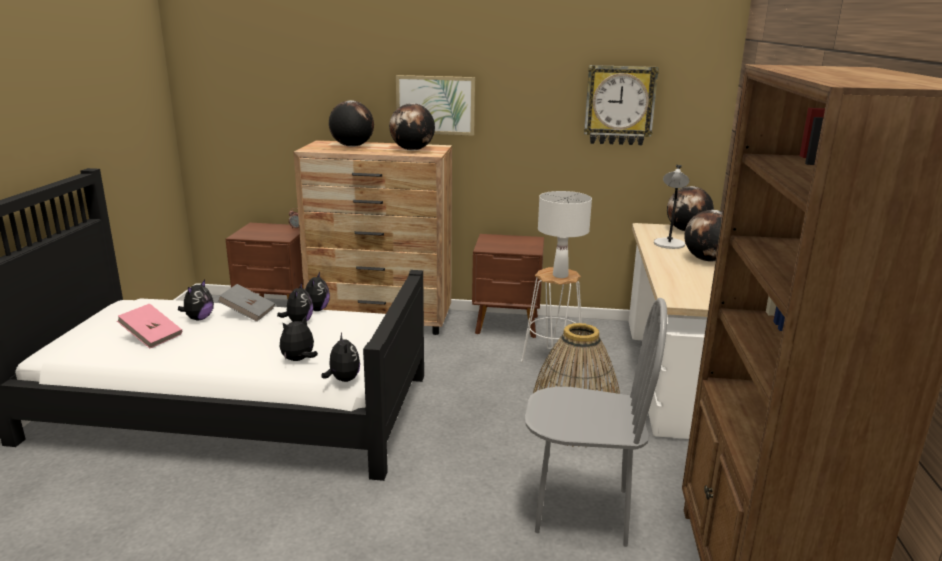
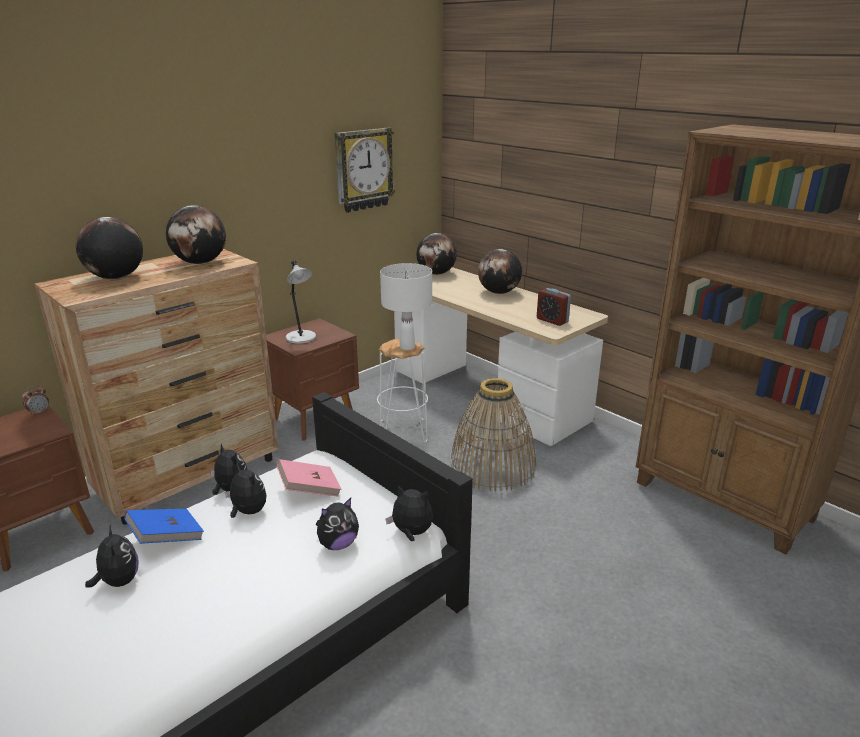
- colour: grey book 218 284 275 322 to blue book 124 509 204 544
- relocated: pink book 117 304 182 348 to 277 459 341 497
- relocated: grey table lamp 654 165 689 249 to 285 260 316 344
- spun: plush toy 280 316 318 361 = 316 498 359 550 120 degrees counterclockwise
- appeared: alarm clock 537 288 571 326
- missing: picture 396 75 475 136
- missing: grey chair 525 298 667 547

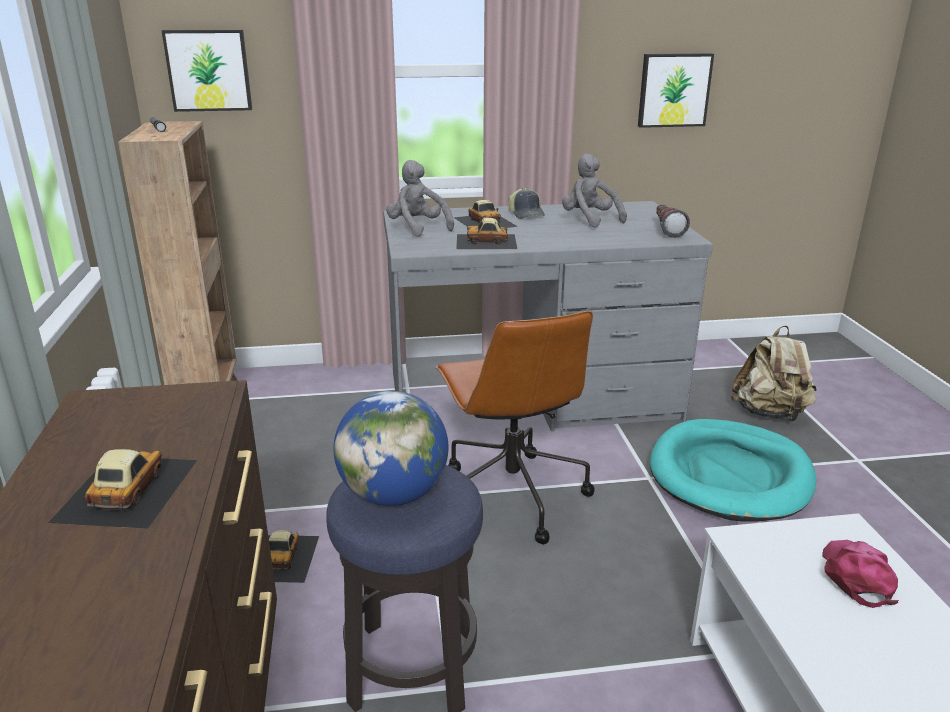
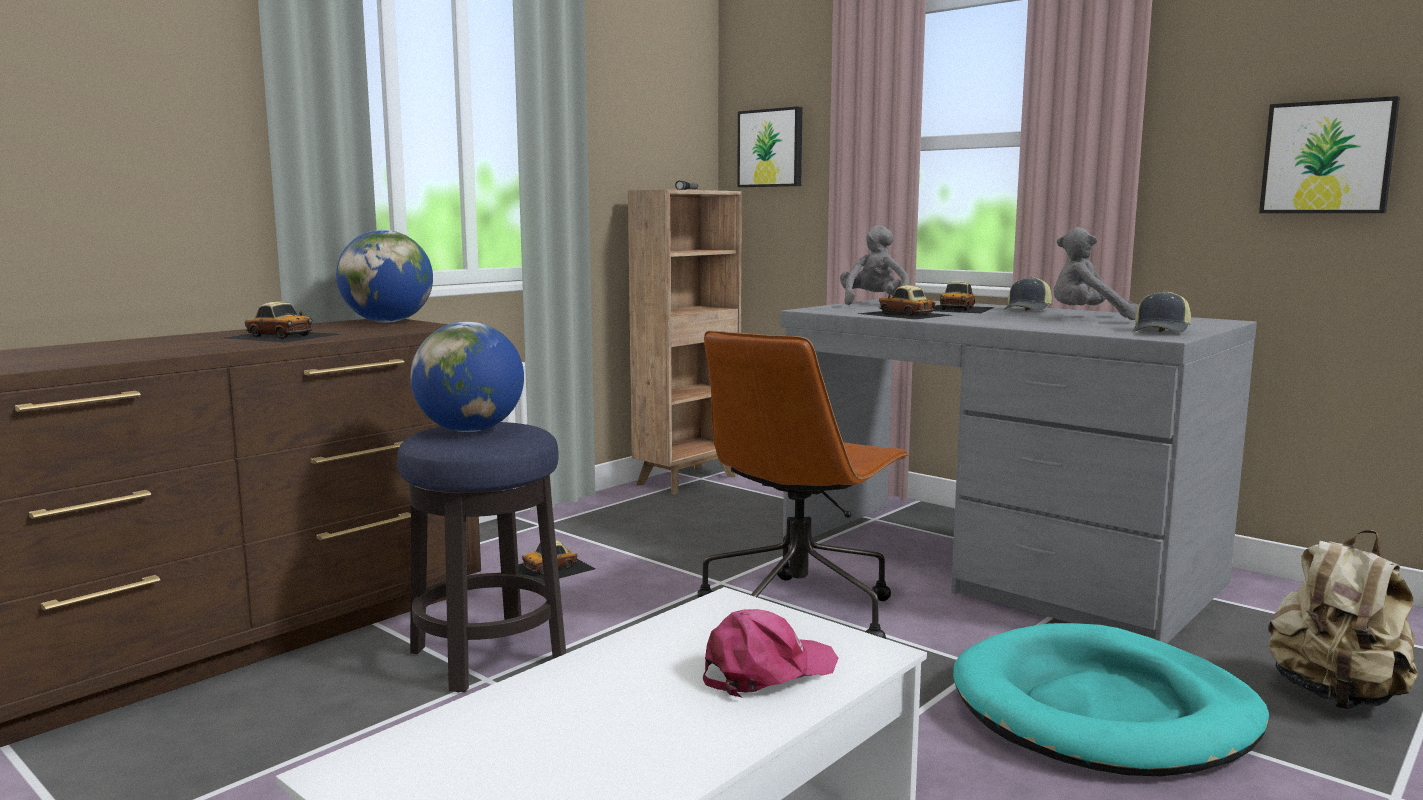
- spun: toy car 48 449 197 529 = 222 302 340 343 60 degrees clockwise
- appeared: globe 336 230 433 323
- spun: grey plush toy 562 154 627 228 = 1054 227 1138 320 90 degrees counterclockwise
- exchanged: flashlight 656 205 690 238 to cap 1133 290 1191 333

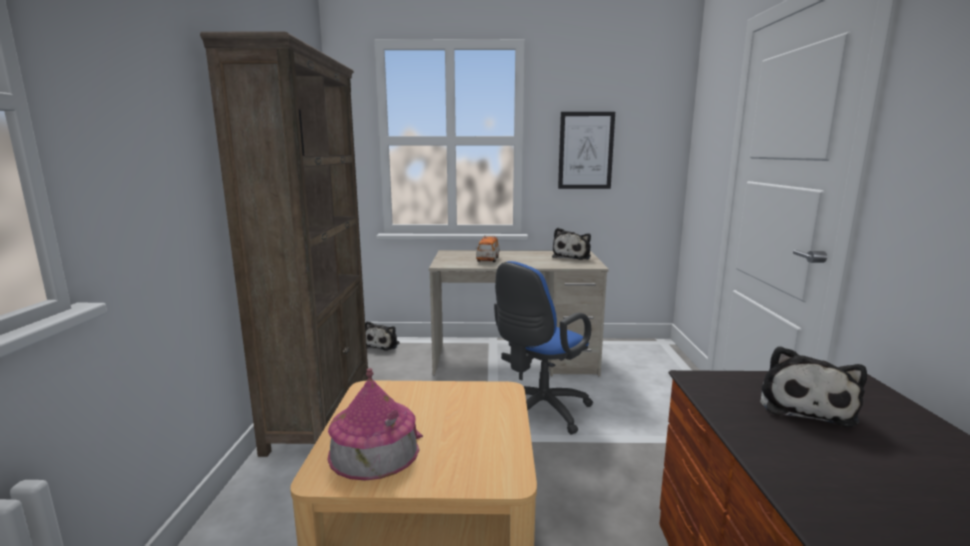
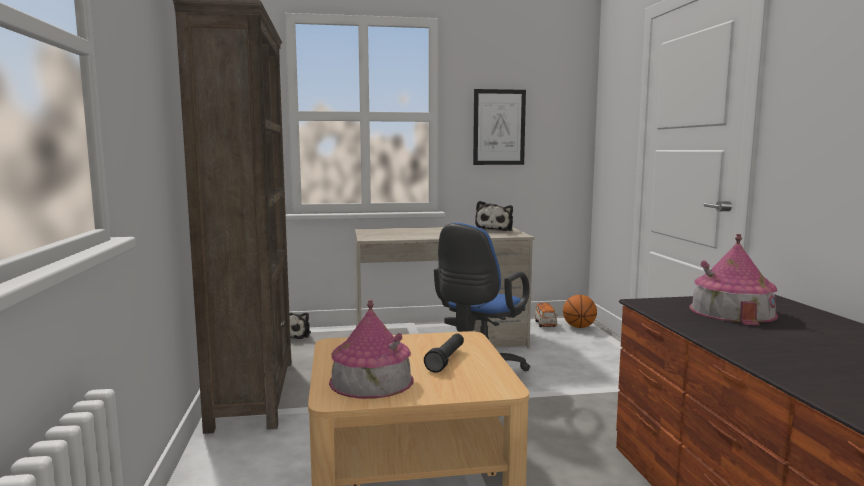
- appeared: black flashlight 424 334 464 373
- relocated: toy car 476 236 500 262 to 534 302 558 327
- appeared: basketball 563 295 597 328
- exchanged: plush toy 760 346 867 427 to toy house 689 234 778 325

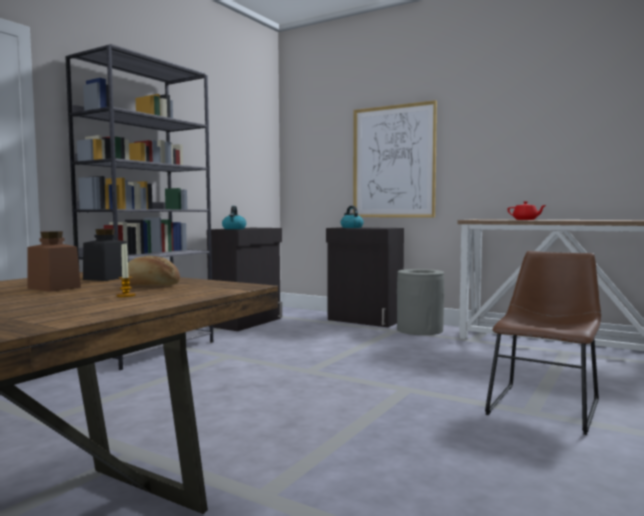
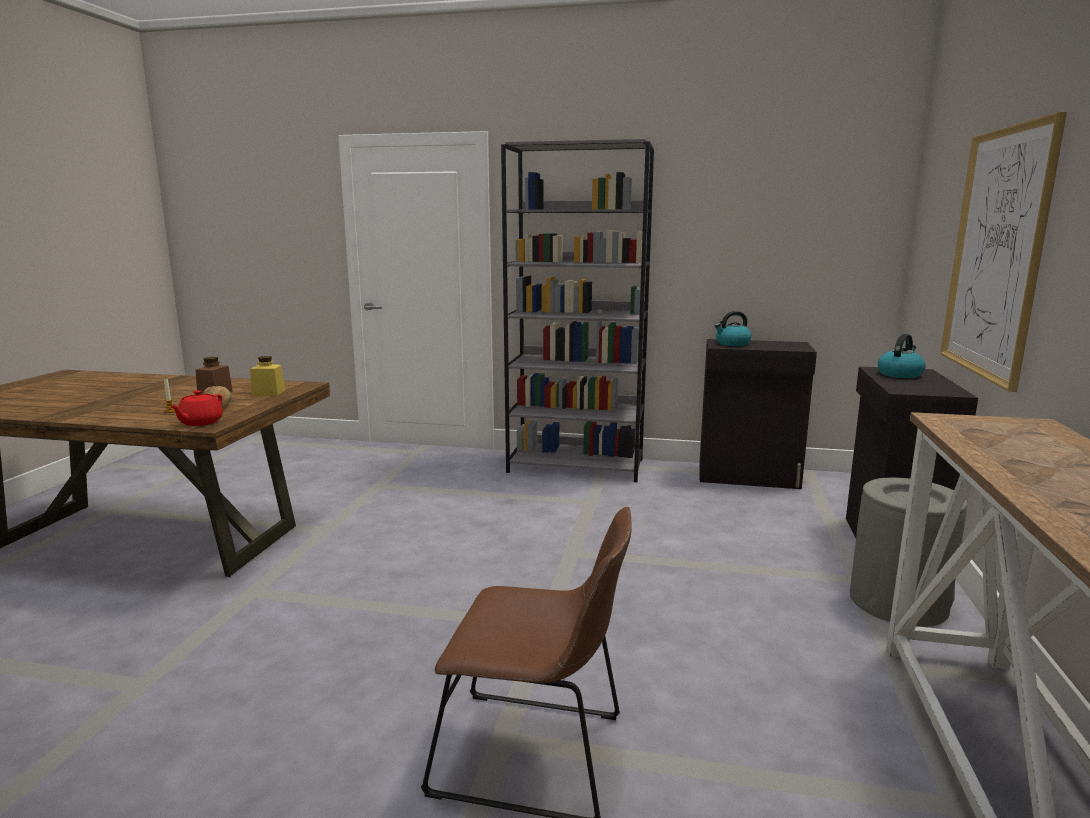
- relocated: red teapot 507 201 546 220 to 170 390 223 426
- colour: black jar 83 229 129 281 to yellow jar 250 356 285 396

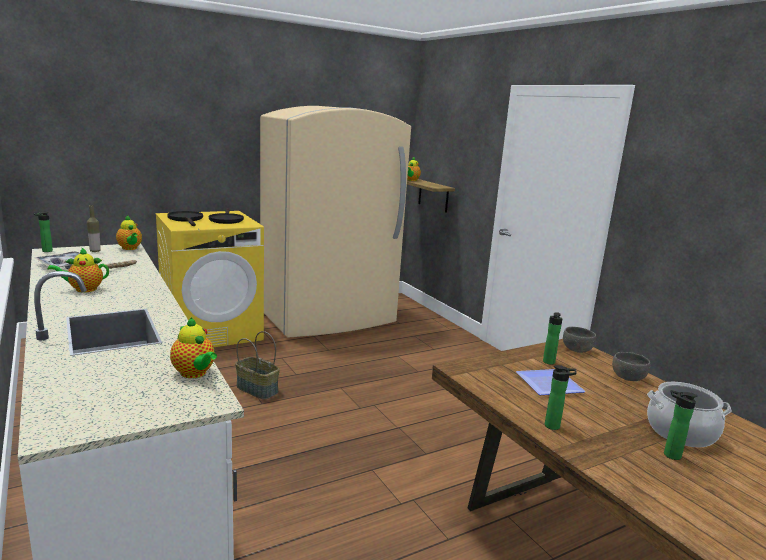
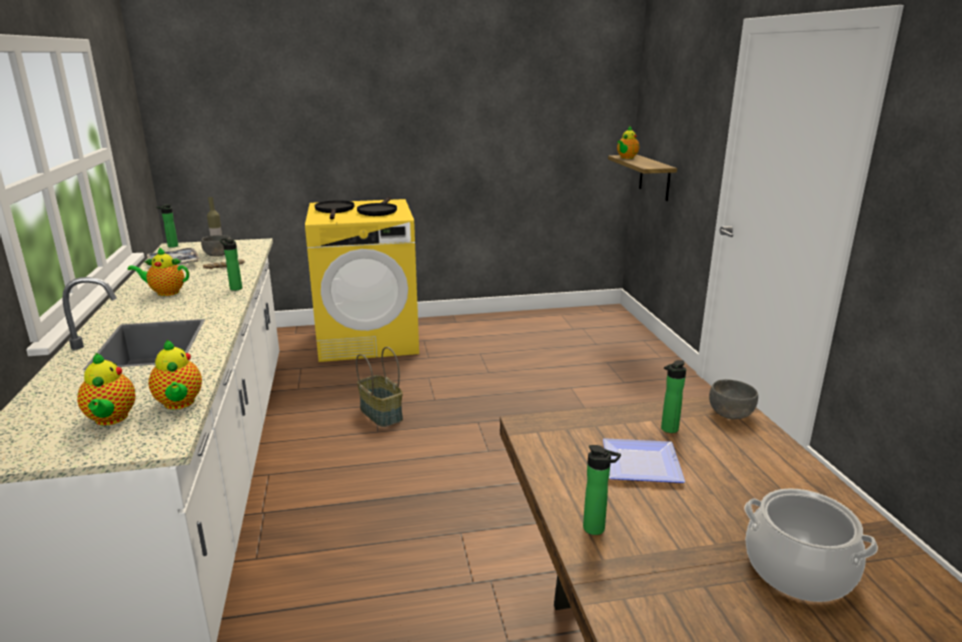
- relocated: teapot 116 215 142 250 to 77 353 135 426
- relocated: grey bowl 612 352 650 381 to 201 235 231 256
- relocated: bottle 664 390 698 460 to 220 238 242 291
- missing: beige fridge 260 106 411 338

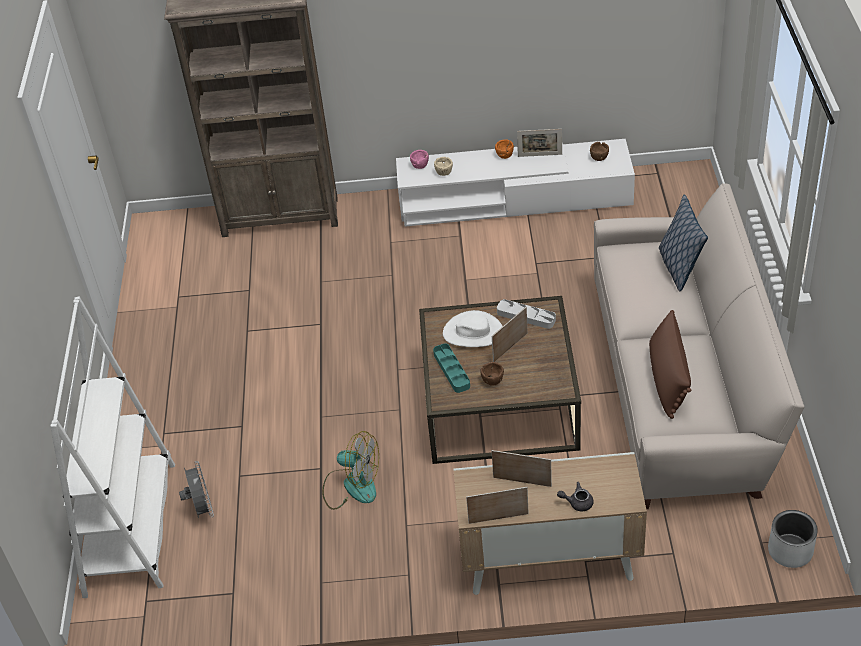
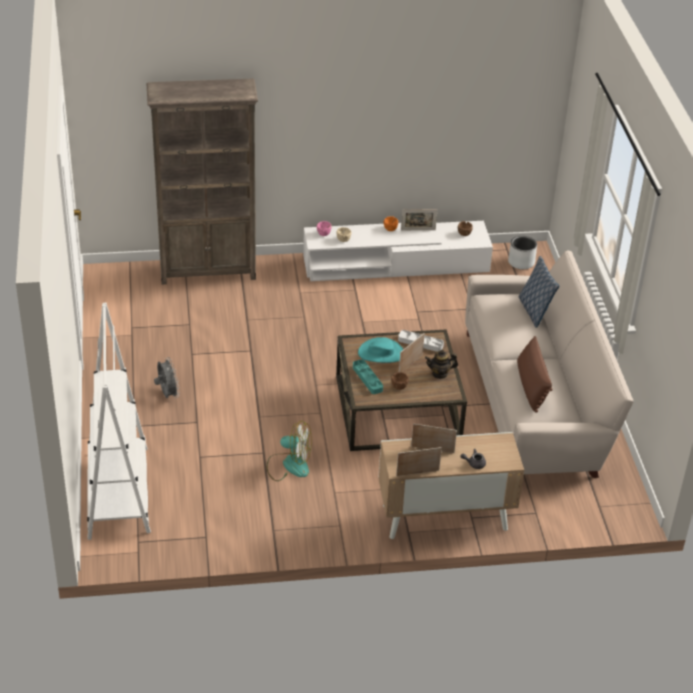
- relocated: grey fan 179 461 214 518 to 154 357 180 399
- colour: white hat 443 310 503 347 to turquoise hat 358 337 403 363
- appeared: teapot 425 350 458 379
- relocated: grey planter 768 510 818 568 to 508 236 537 269

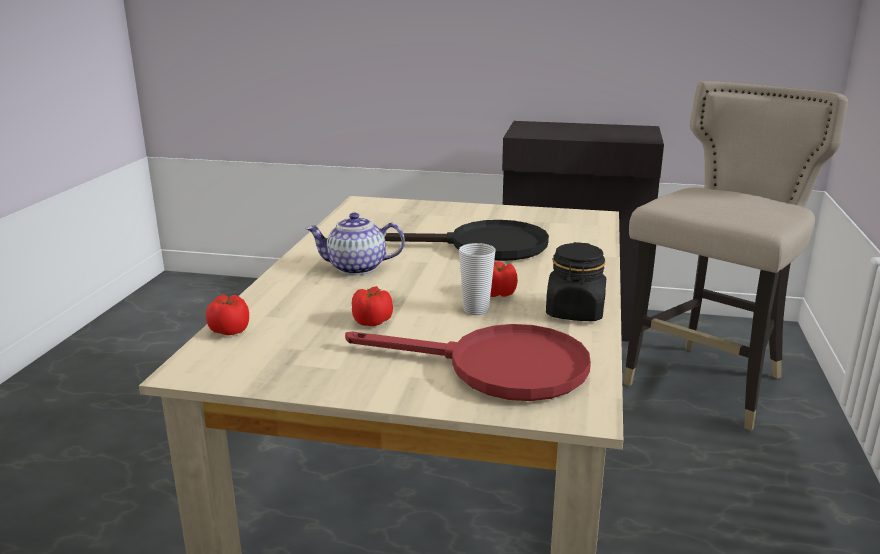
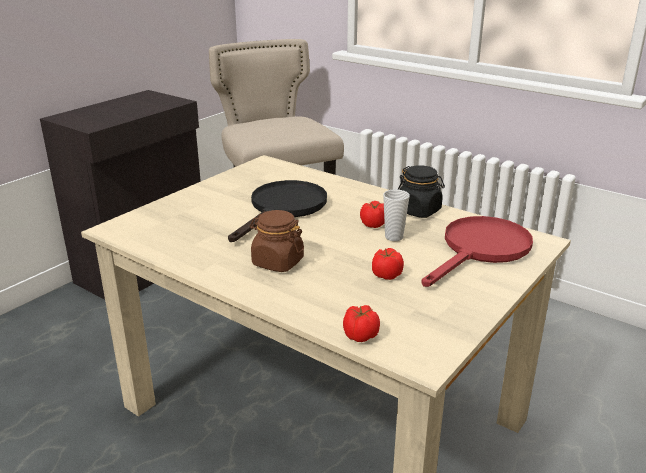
- exchanged: teapot 306 213 405 275 to brown jar 250 210 304 272

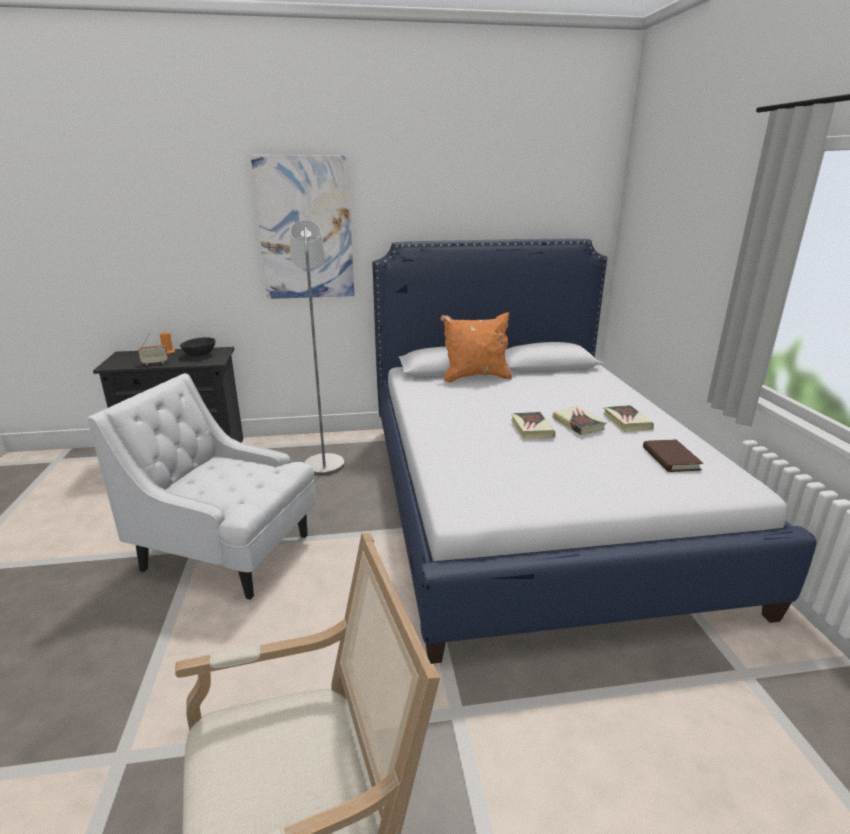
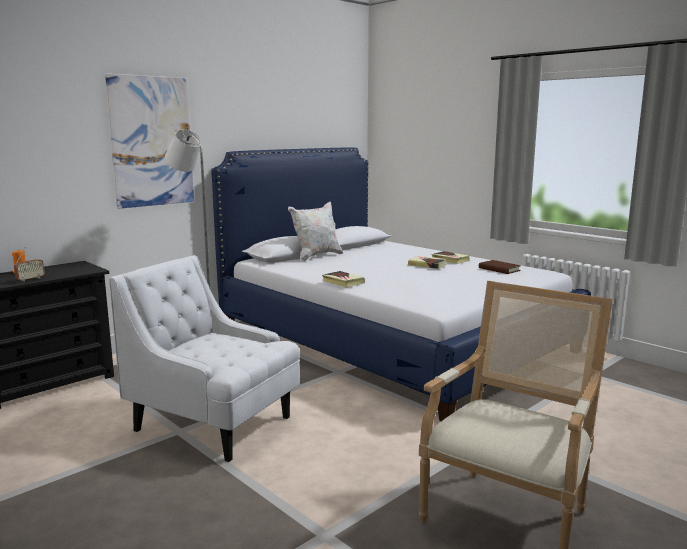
- spun: white armchair 87 373 316 600 = 109 255 300 462 45 degrees clockwise
- colour: orange pillow 441 312 512 383 to white pillow 288 202 343 261
- relocated: book 511 412 555 439 to 322 271 365 287
- missing: black bowl 180 337 215 357

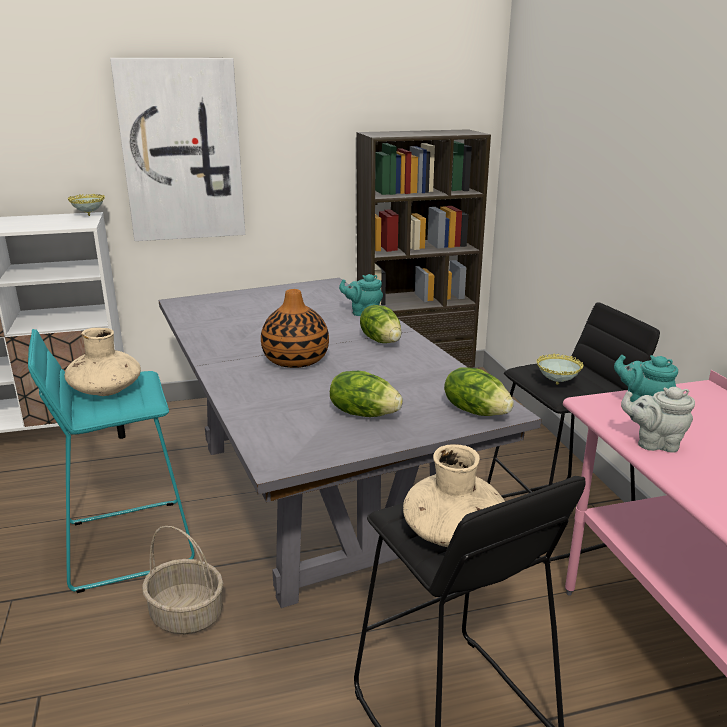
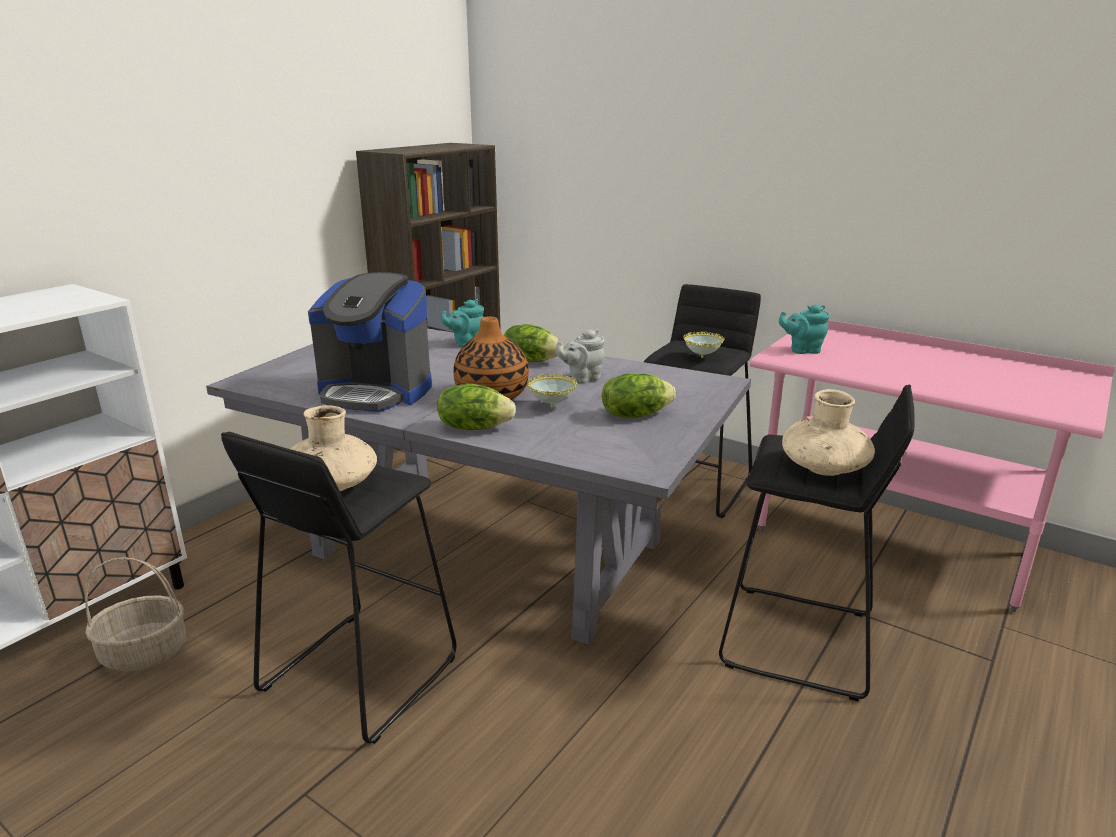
- relocated: basket 142 526 223 635 to 84 557 186 672
- colour: turquoise stool 28 329 195 593 to black stool 221 432 456 744
- appeared: coffee machine 308 272 432 412
- relocated: lettuce 444 367 514 416 to 437 384 516 430
- relocated: bowl 68 194 105 216 to 528 374 577 408
- relocated: grey teapot 621 387 695 453 to 556 329 605 384
- missing: picture 110 58 245 241

